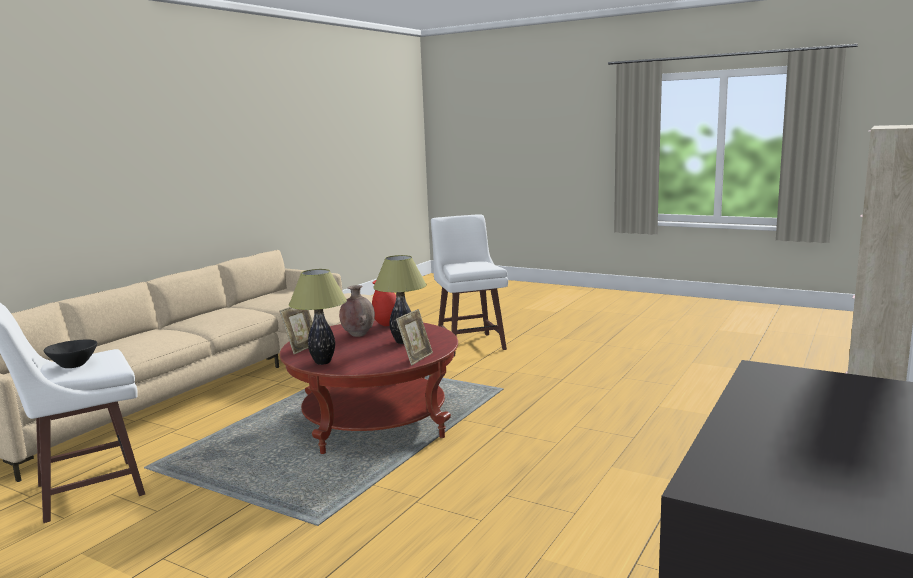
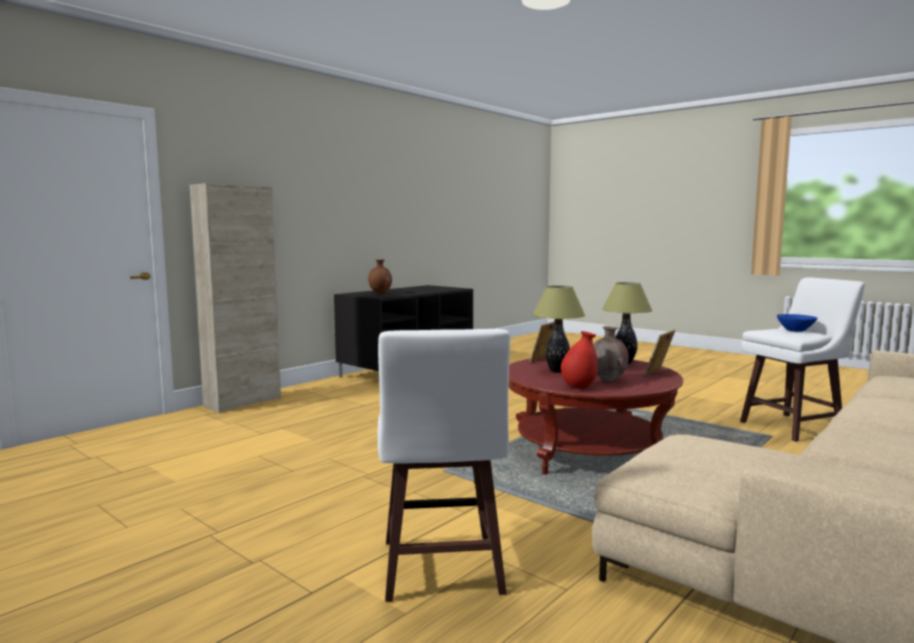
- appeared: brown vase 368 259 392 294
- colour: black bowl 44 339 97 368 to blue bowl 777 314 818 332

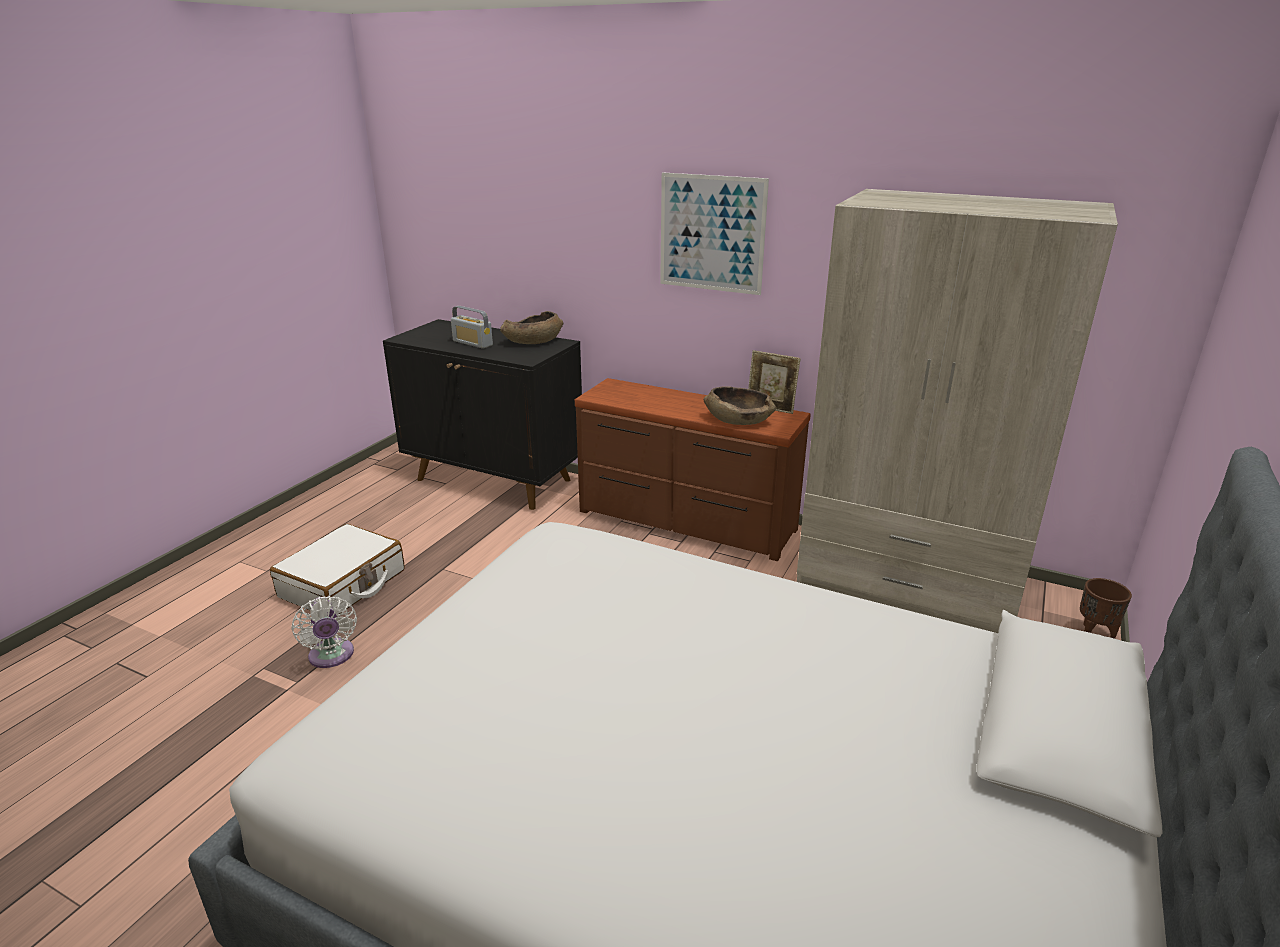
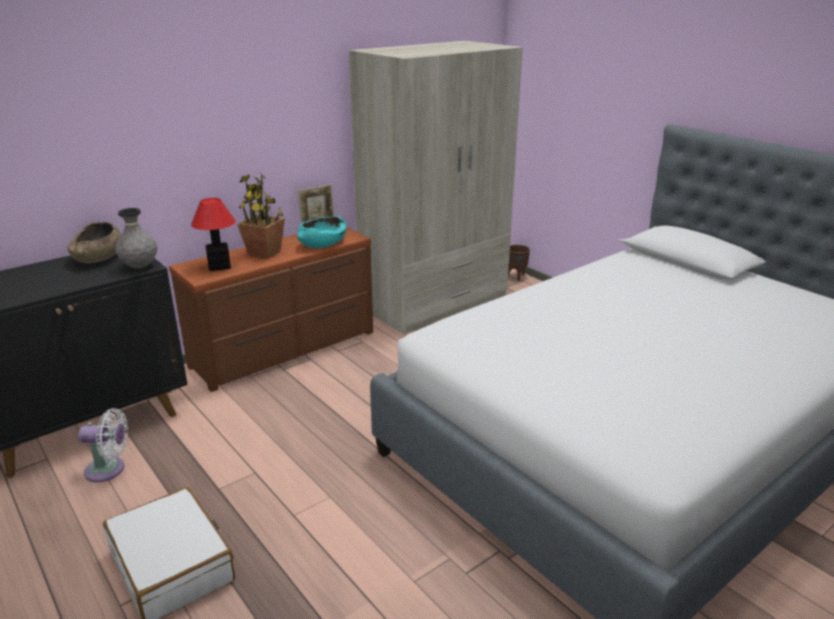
- relocated: white fan 291 596 357 668 to 78 408 128 482
- appeared: grey vase 115 208 157 268
- appeared: table lamp 191 198 235 271
- appeared: potted plant 237 172 285 259
- colour: brown bowl 704 386 776 425 to turquoise bowl 297 216 346 248
- missing: radio 451 306 493 349
- missing: picture 660 173 769 295

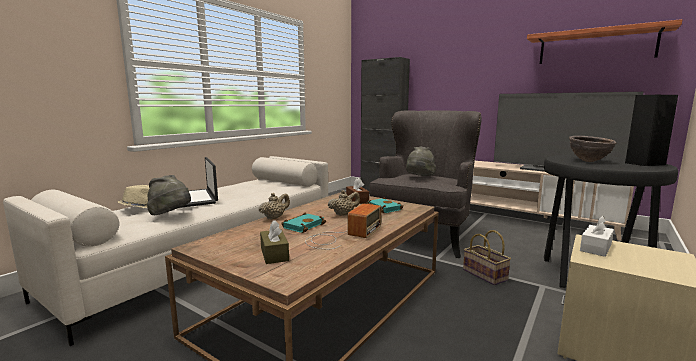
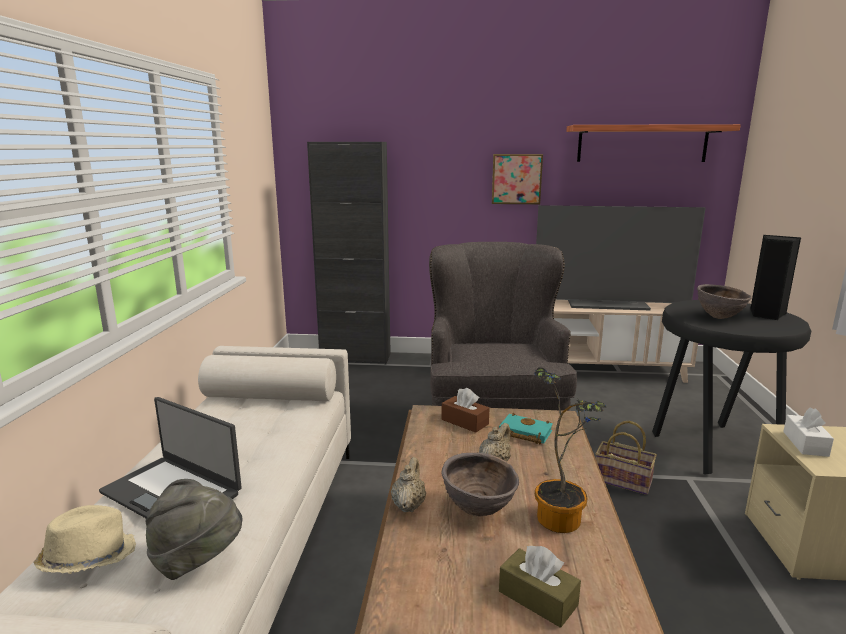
- exchanged: turquoise book 281 213 326 233 to brown bowl 441 453 519 517
- appeared: picture 492 154 543 204
- exchanged: radio 305 204 381 250 to potted plant 534 367 606 533
- missing: grey hat 406 147 436 176

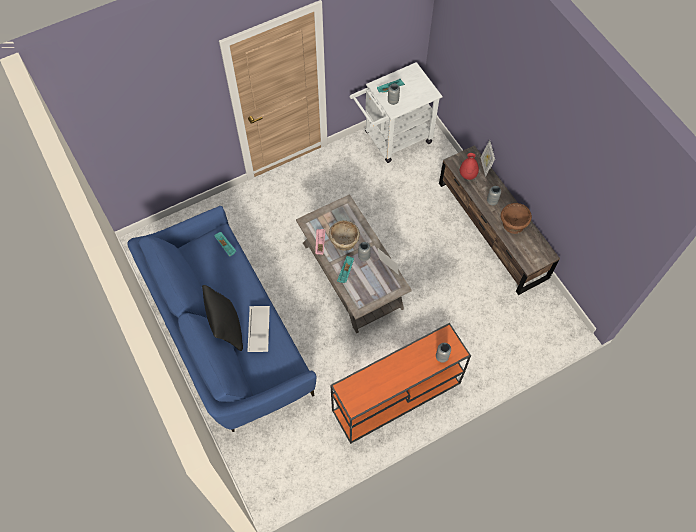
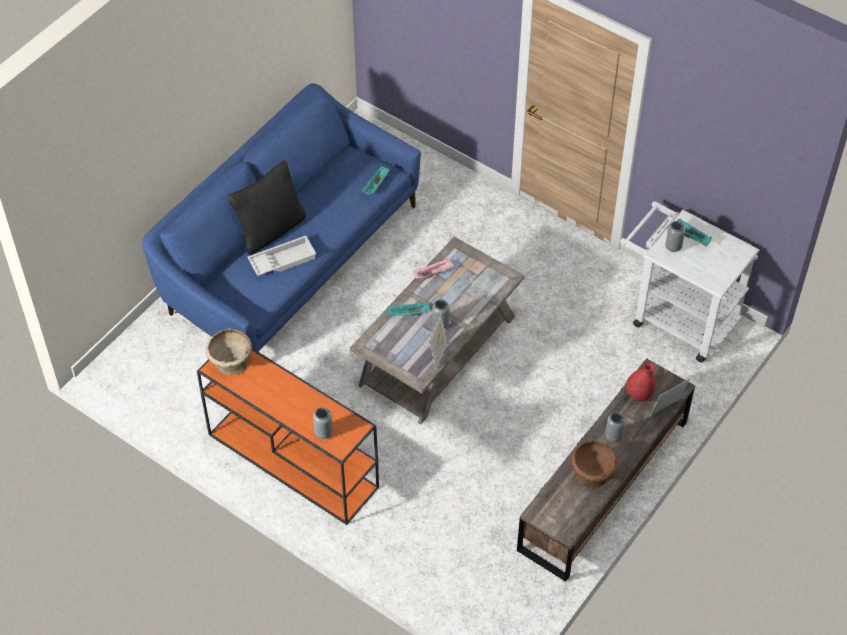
- relocated: beige bowl 329 220 360 251 to 206 328 252 375

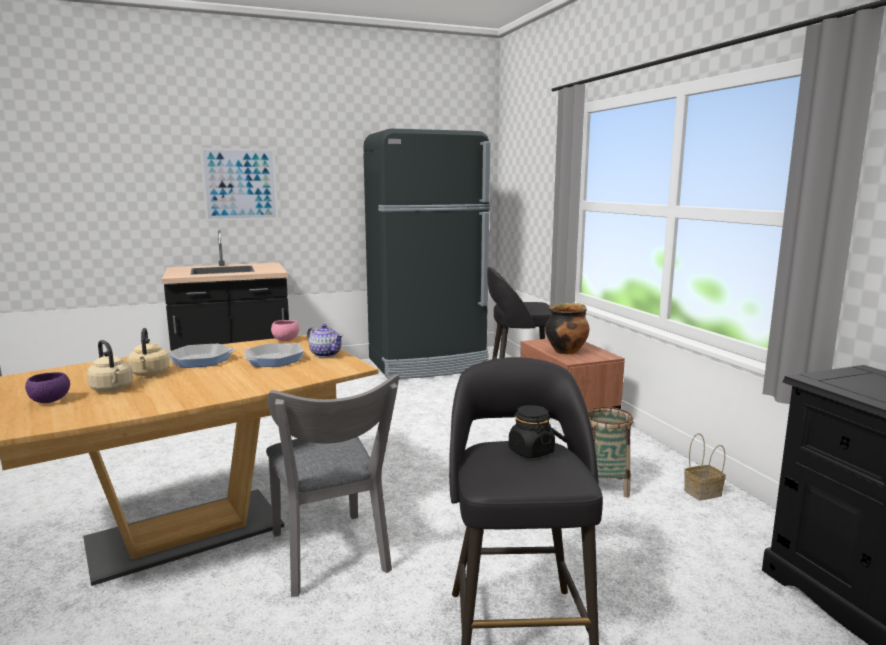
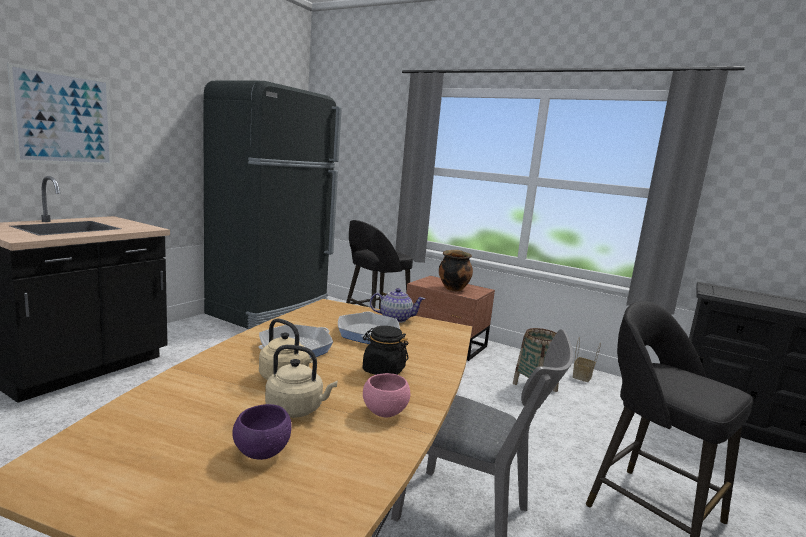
- relocated: black jar 508 405 555 458 to 363 326 408 375
- relocated: pink bowl 271 320 299 341 to 363 373 410 417

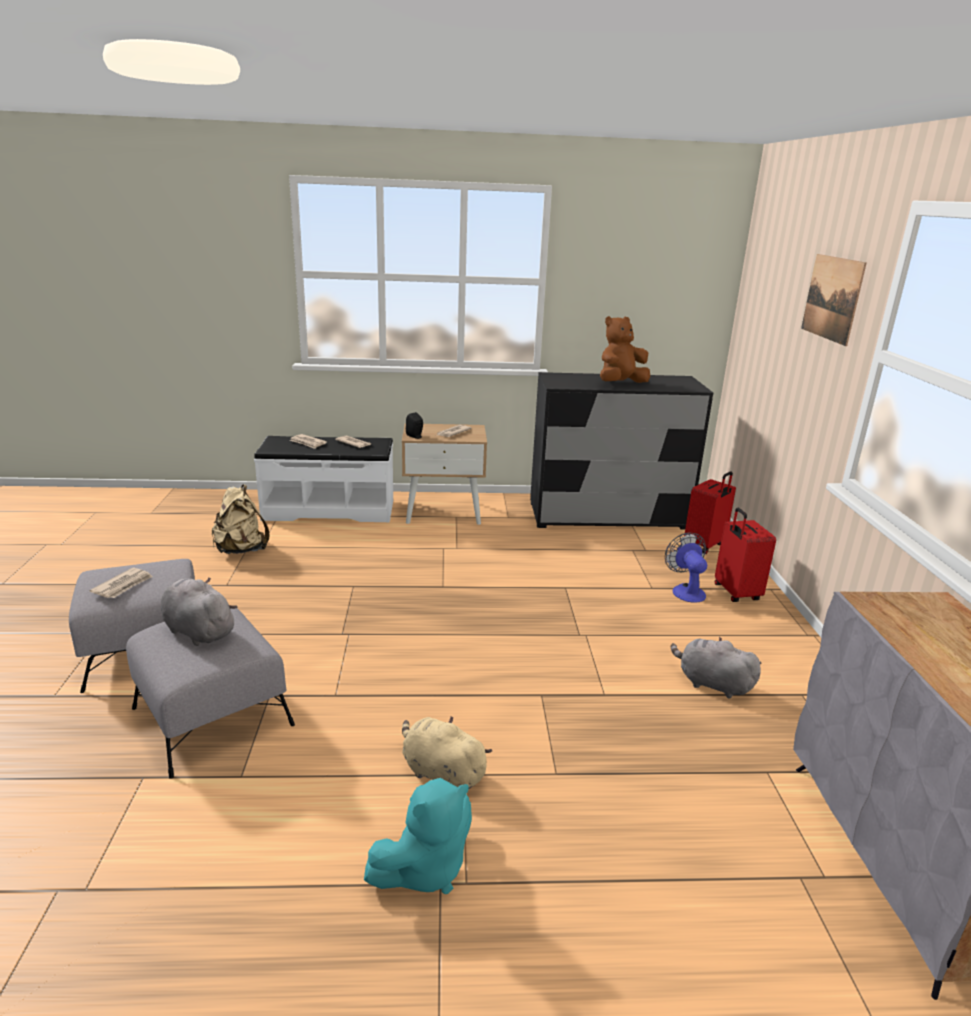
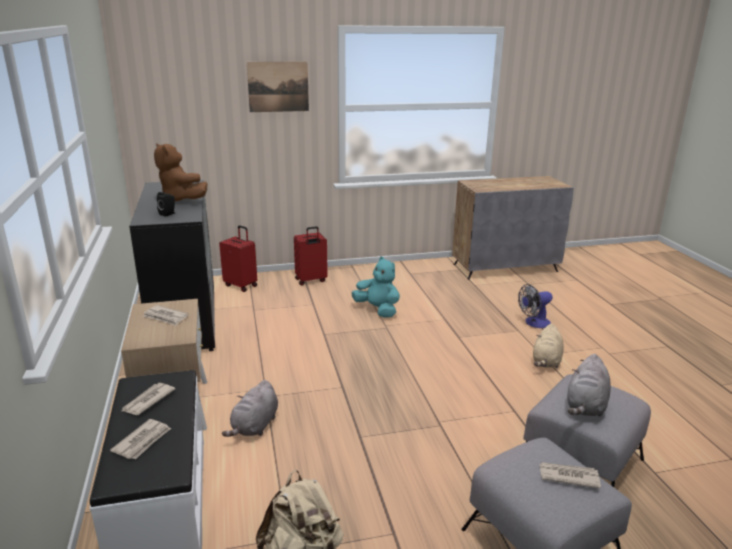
- relocated: black speaker 406 412 423 439 to 157 192 175 217
- relocated: grey plush toy 671 637 761 698 to 222 380 278 437
- relocated: turquoise plush toy 364 778 472 894 to 352 257 400 318
- relocated: fan 665 532 707 603 to 518 284 553 328

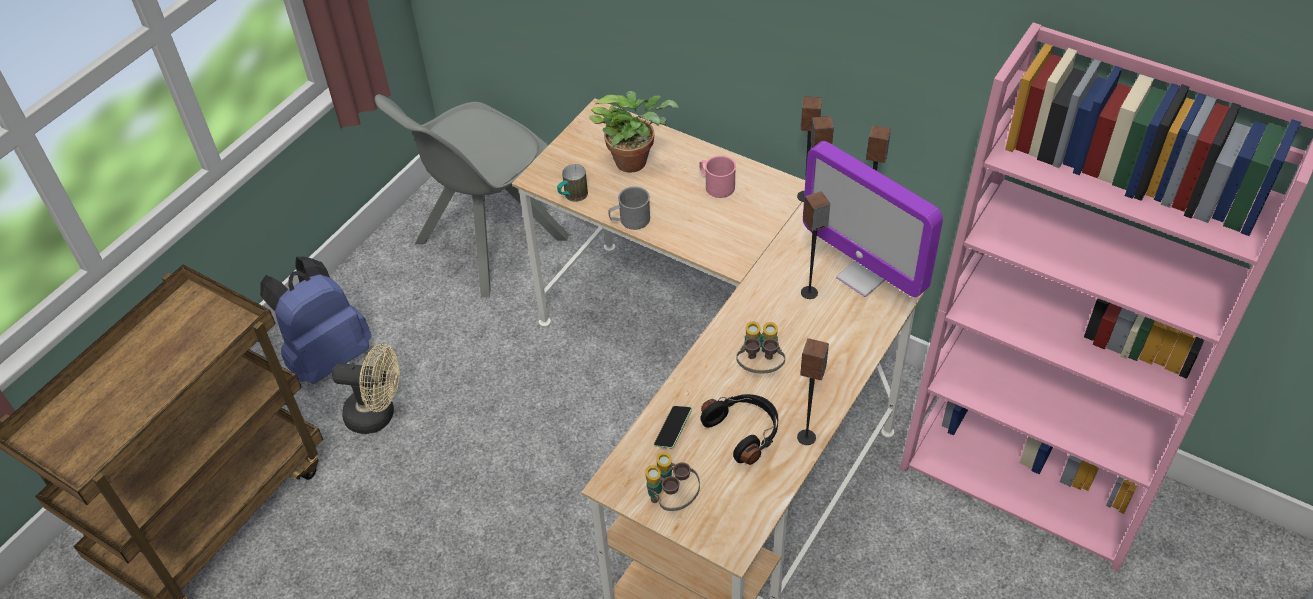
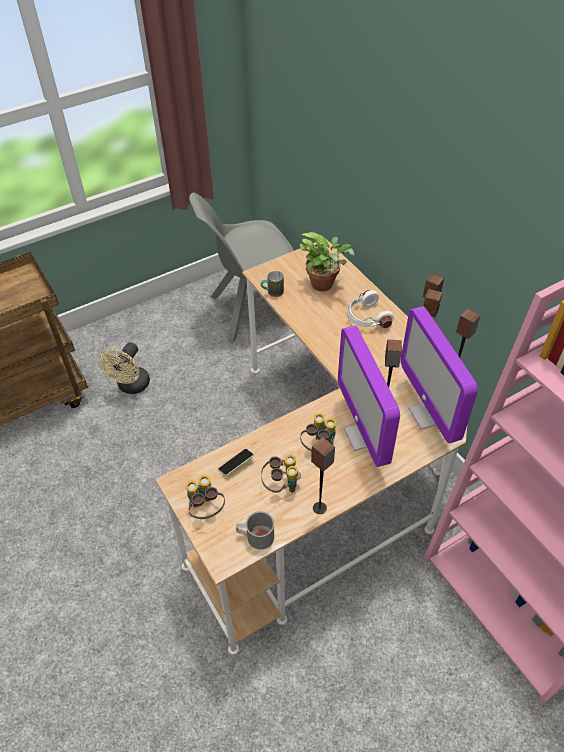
- spun: beige fan 332 344 400 434 = 98 342 150 394 75 degrees clockwise
- relocated: grey mug 608 186 650 230 to 236 511 274 549
- exchanged: black headphones 700 394 778 465 to binoculars 261 455 301 493
- appeared: monitor 338 326 400 467
- exchanged: pink mug 699 155 736 198 to white headphones 347 290 394 328
- missing: blue backpack 260 257 372 384

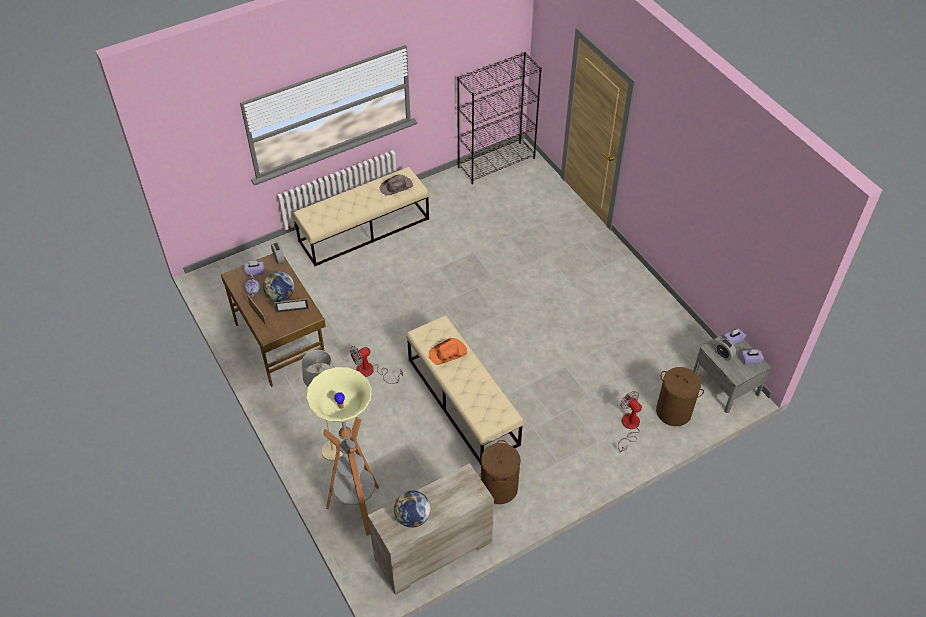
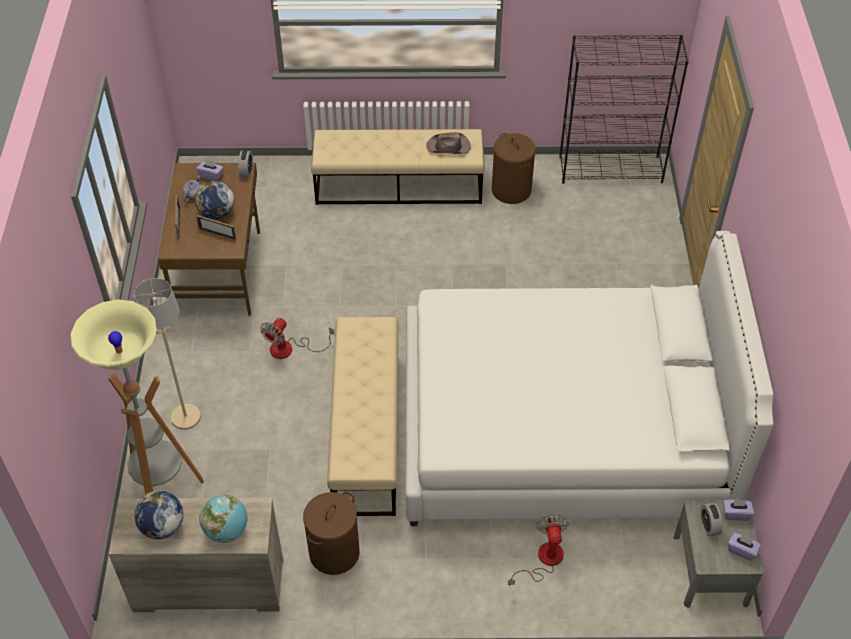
- appeared: globe 199 495 248 543
- spun: fan 350 346 403 384 = 260 318 335 359 60 degrees counterclockwise
- appeared: white bed 405 231 774 526
- relocated: brown laundry basket 656 367 704 426 to 492 133 536 204
- missing: orange hat 429 338 467 365

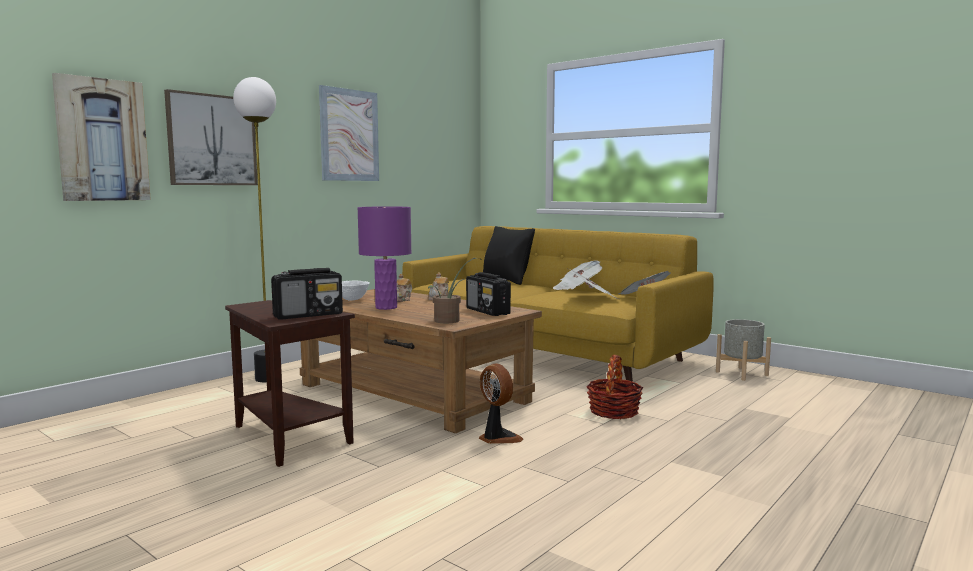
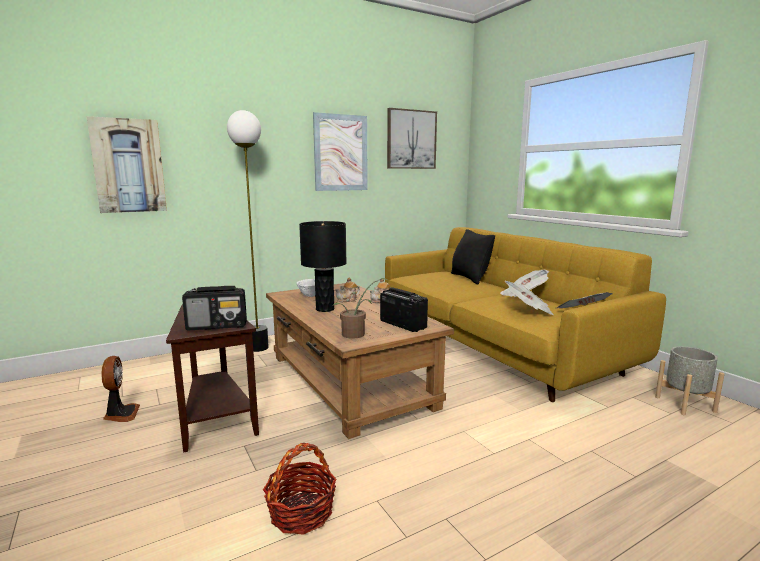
- relocated: fan 479 363 523 444 to 101 356 140 422
- relocated: basket 586 355 643 419 to 263 443 337 535
- colour: purple table lamp 357 206 412 310 to black table lamp 299 221 347 312
- spun: radio 466 272 511 316 = 380 287 428 332 150 degrees clockwise
- relocated: picture 164 89 258 185 to 387 108 437 169

